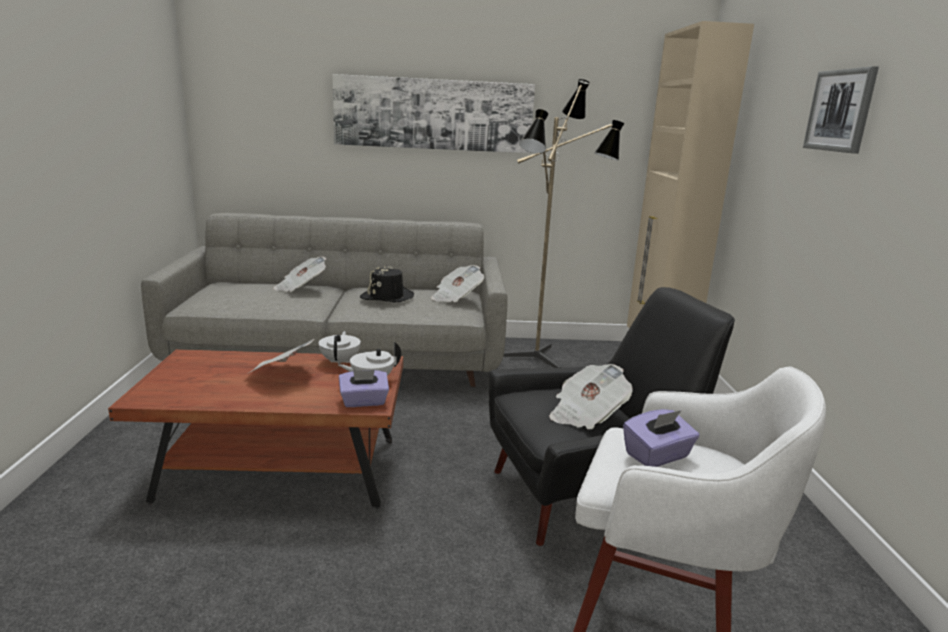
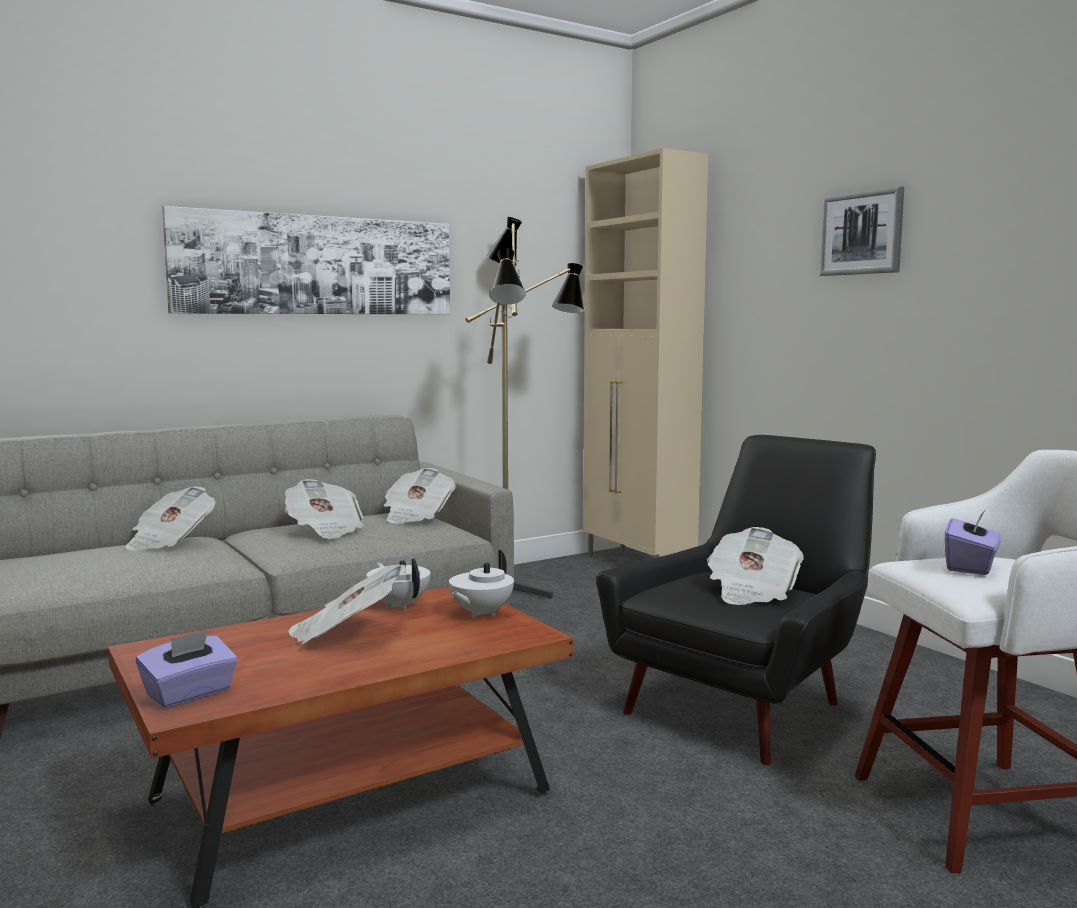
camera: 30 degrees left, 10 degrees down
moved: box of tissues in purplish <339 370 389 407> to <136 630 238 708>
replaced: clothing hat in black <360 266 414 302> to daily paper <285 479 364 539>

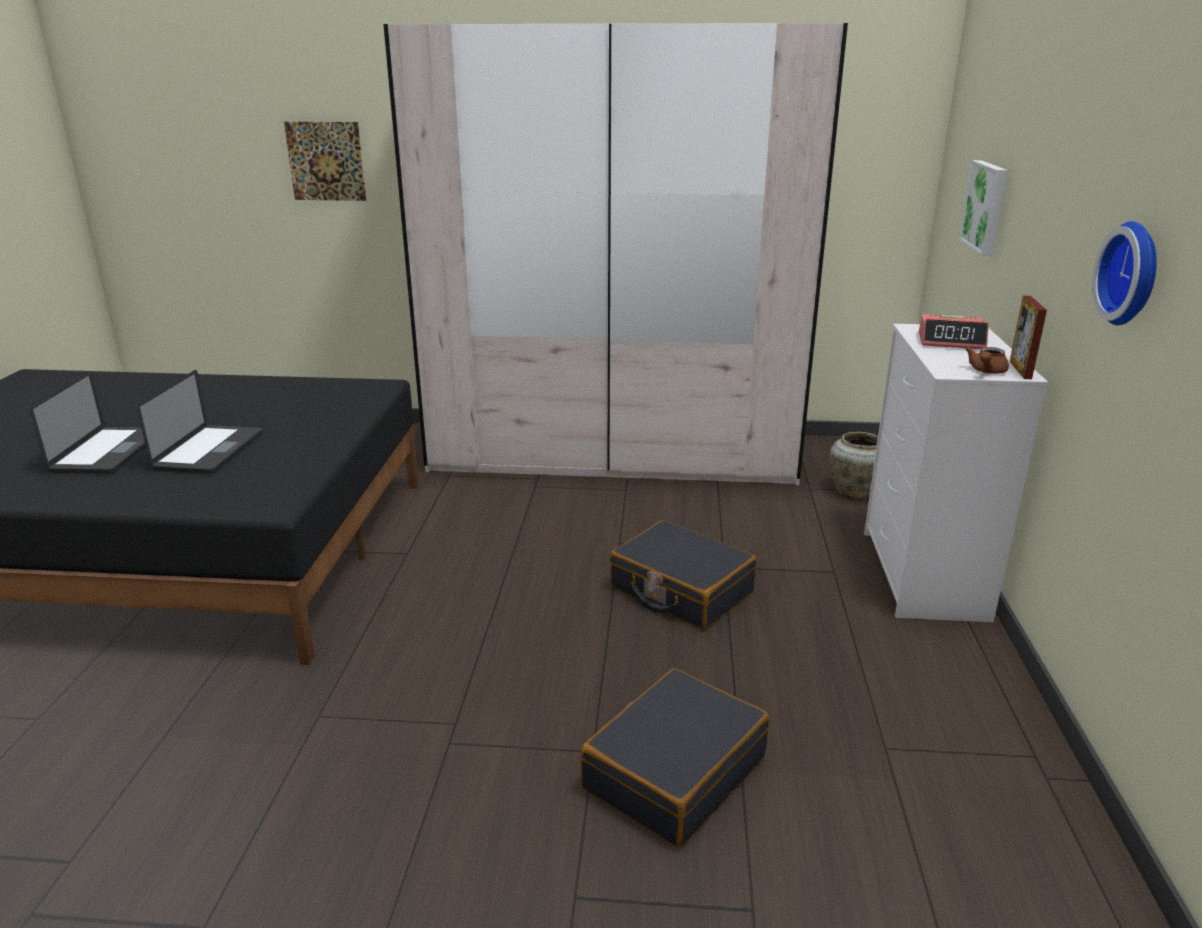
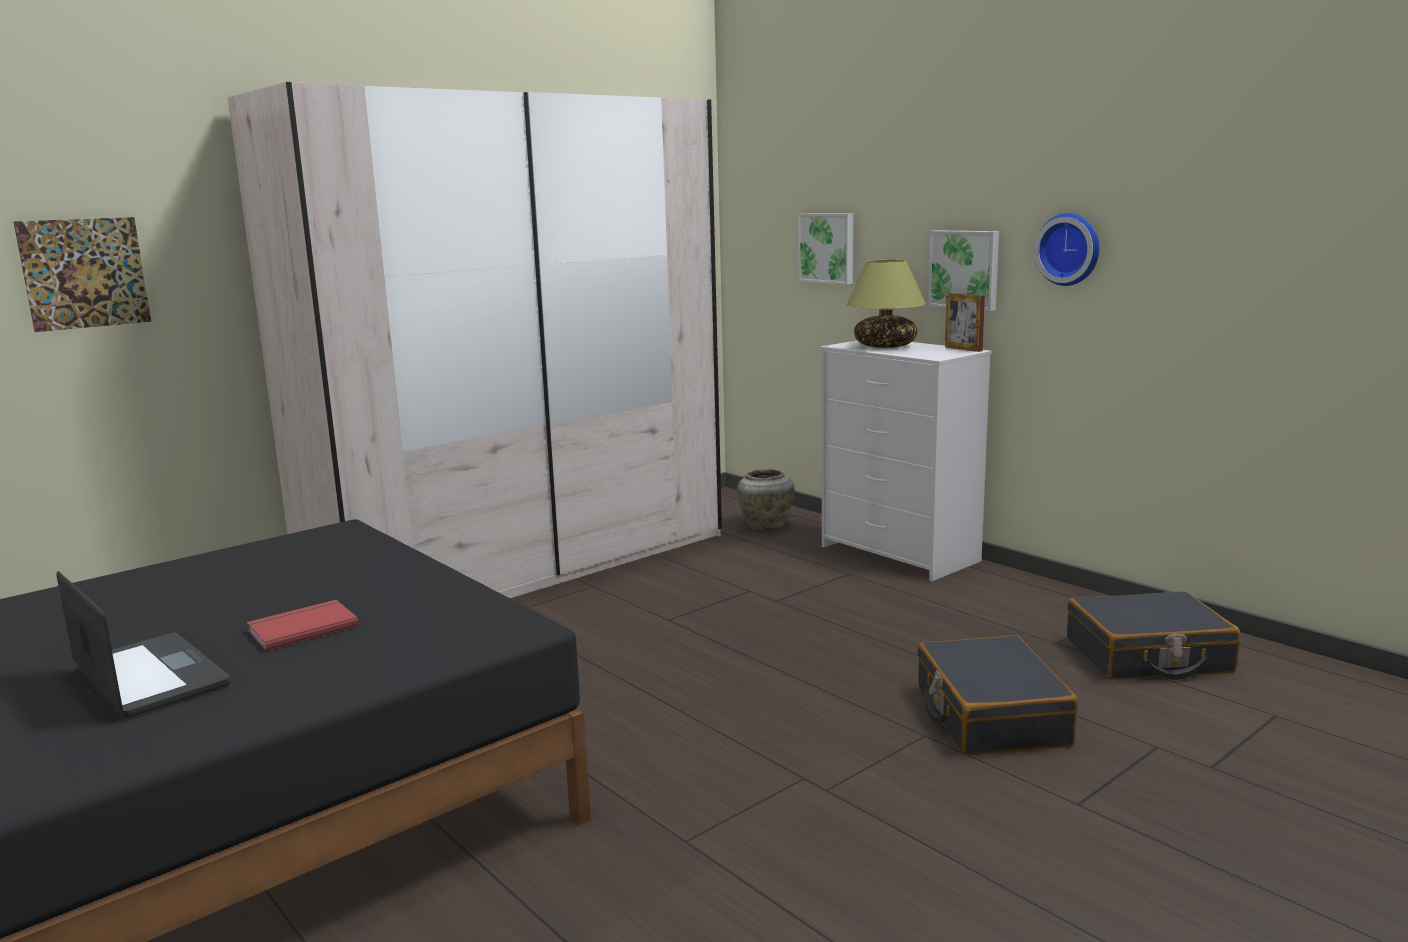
camera: 45 degrees left, 10 degrees down
removed: teapot in brown <965 347 1009 374>
added: picture <928 231 999 311>
moved: suitcase in black <609 520 757 630> to <1067 591 1240 680>
replaced: notebook computer <137 370 262 474> to volume in red-coloured <247 600 359 651>; bedside clock <919 314 989 349> to lamp for a table <847 260 926 348>

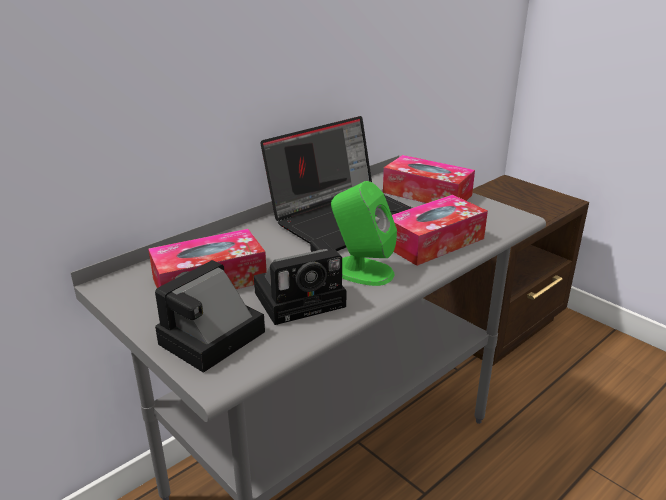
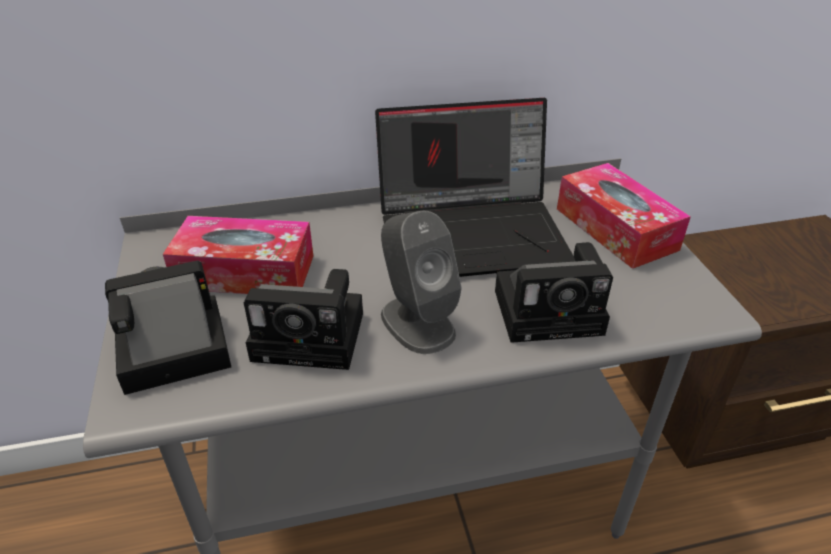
camera: 30 degrees right, 10 degrees up
replaced: box of tissues <392 195 488 266> to photo camera <495 242 613 343>
recoloured: loudspeaker in green-coloured <331 181 397 286> to loudspeaker in grey <381 211 462 354>

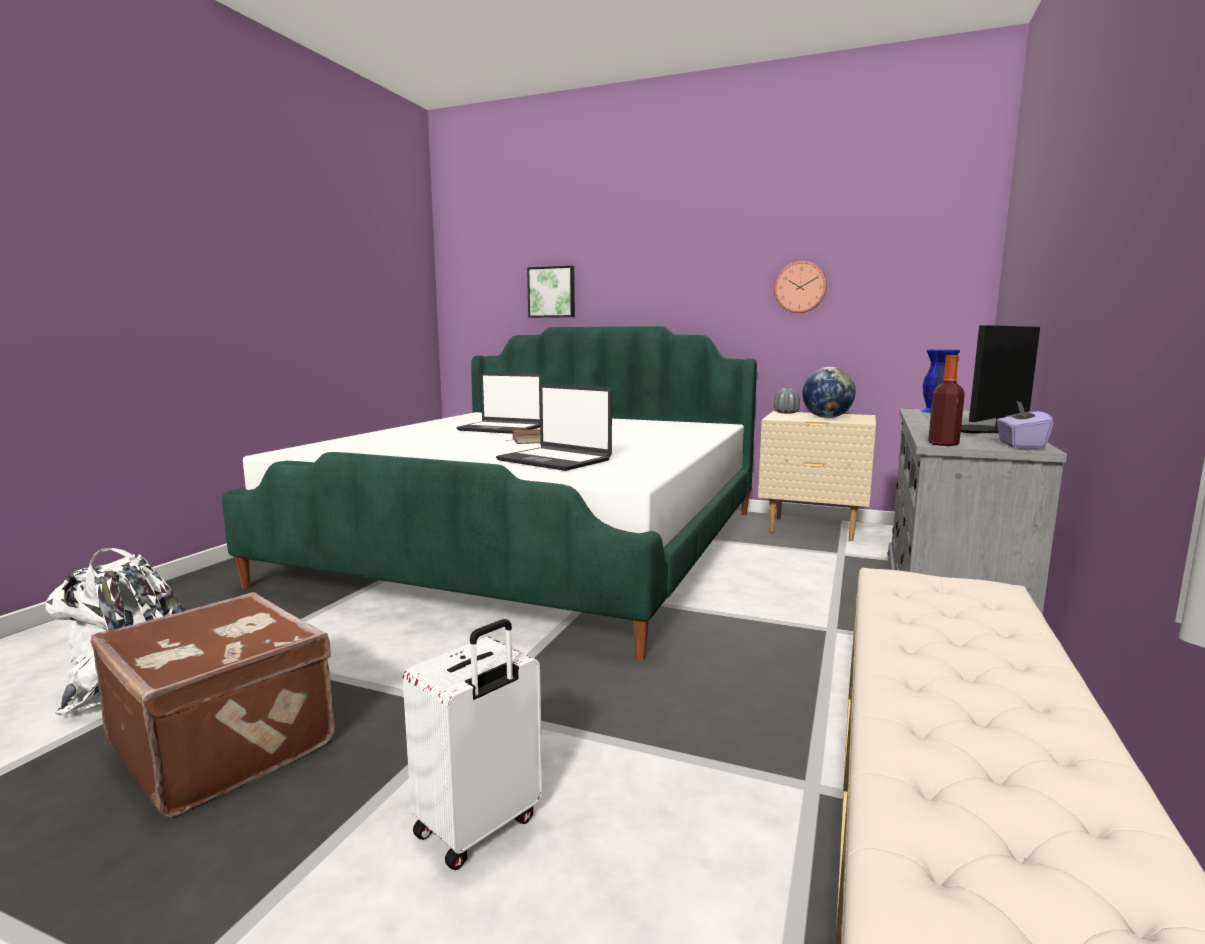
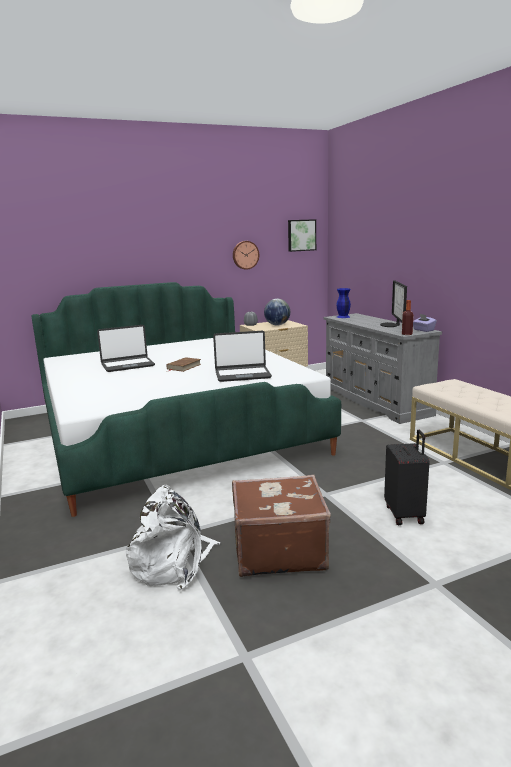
camera: 45 degrees left, 5 degrees up
moved: picture <527 266 575 318> to <288 219 316 252>
recoloured: suitcase in white-coloured <403 619 543 870> to suitcase in black <384 430 429 525>

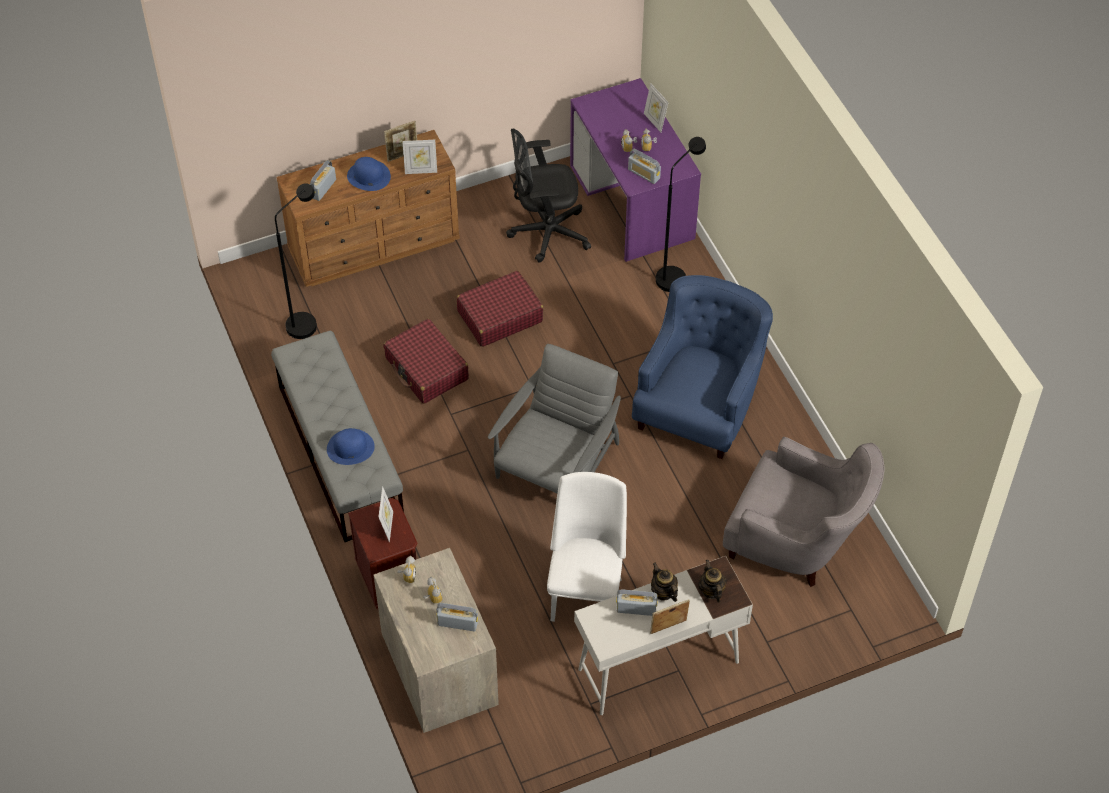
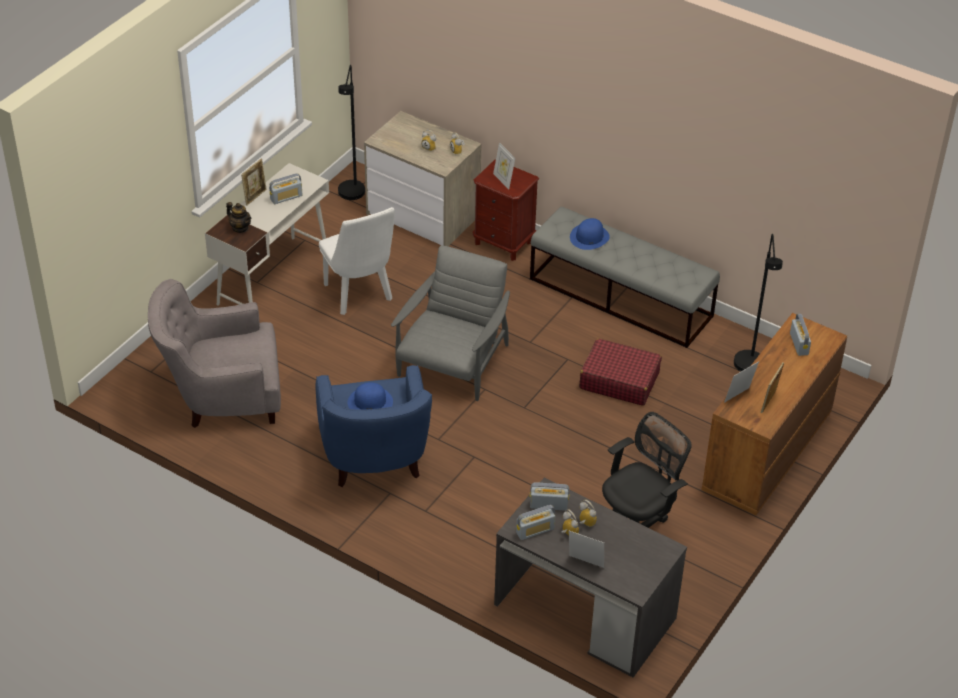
camera: 145 degrees right, 10 degrees down
removed: suitcase in red-coloured <457 271 543 347>; teapot <651 563 678 602>
moved: clothing hat in bluish <347 157 391 191> to <347 382 393 410>; radio <436 603 478 631> to <516 505 555 540>; standard lamp in black <656 137 706 292> to <338 65 365 200>
recoloured: desk unit in purplish <570 78 701 262> to desk unit in grey <494 478 687 677>
turned: lounge chair in grey <488 344 621 493> = <391 245 510 401> 150 degrees counterclockwise

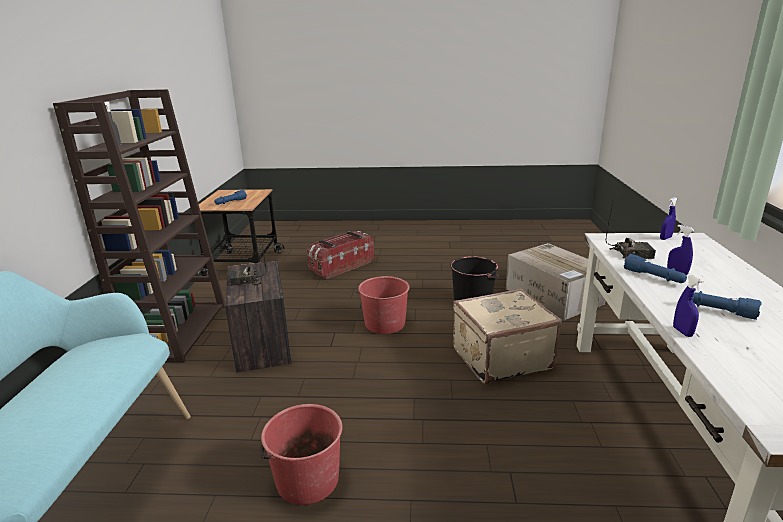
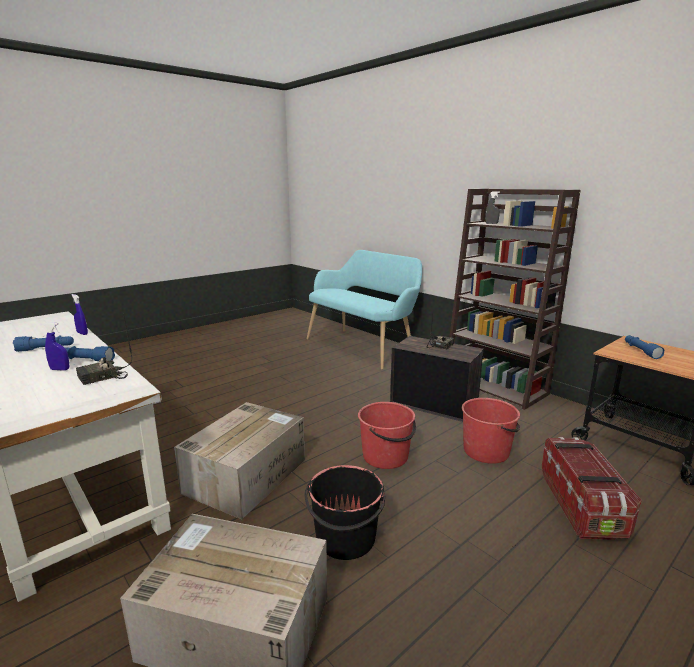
camera: 135 degrees right, 5 degrees down
removed: hand sprayer in bluish <660 197 677 240>
moved: bucket in red-coloured <259 404 343 505> to <462 398 520 464>
replaced: suitcase in beige-coloured <453 288 562 384> to cardboard box <174 402 305 519>

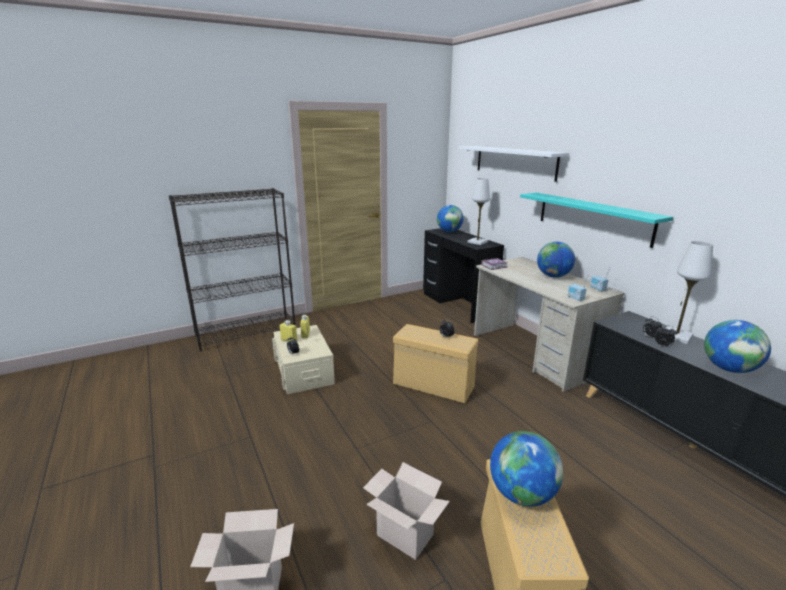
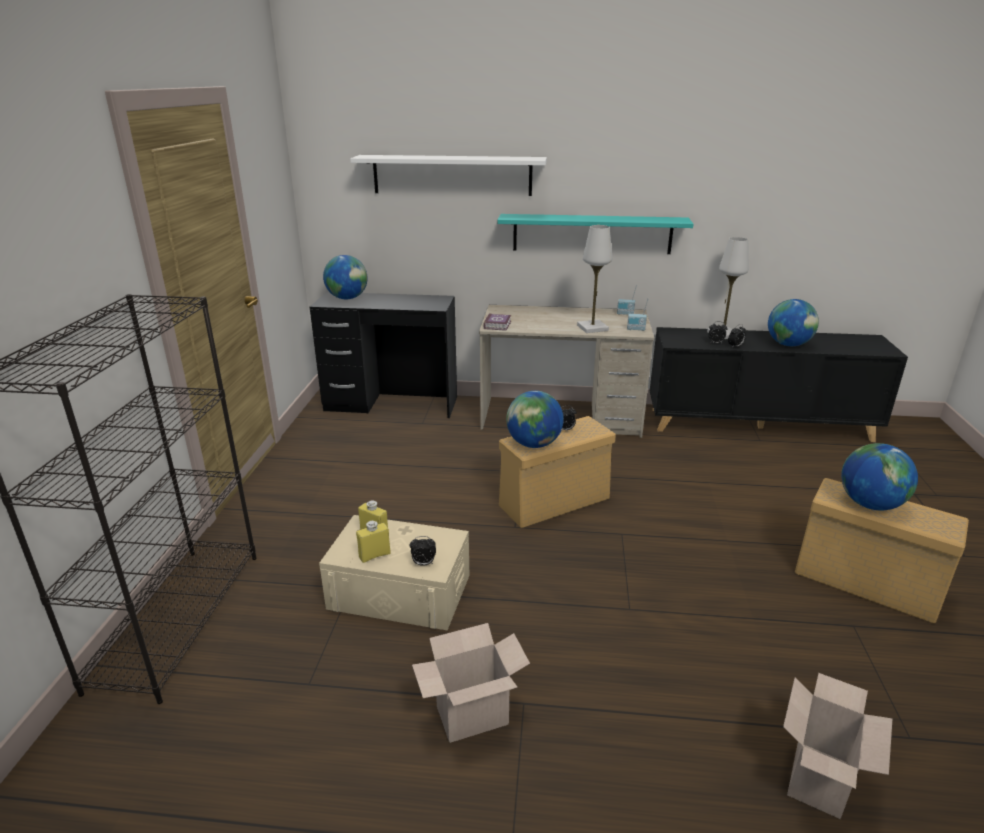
camera: 55 degrees left, 5 degrees up
moved: cardboard box <363 462 450 560> to <412 623 530 743>; lamp for a table in white-coloured <468 178 490 245> to <577 225 613 333>; globe <537 242 575 278> to <506 391 564 448>

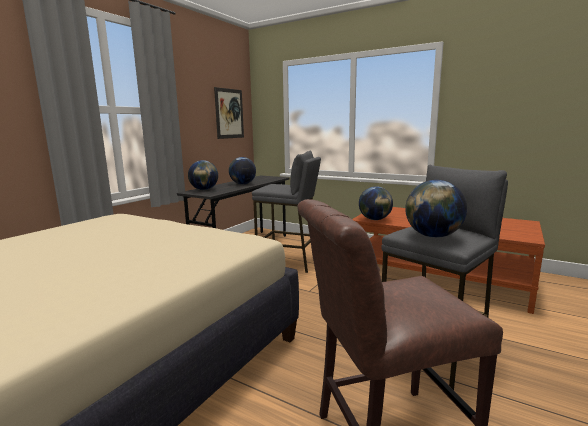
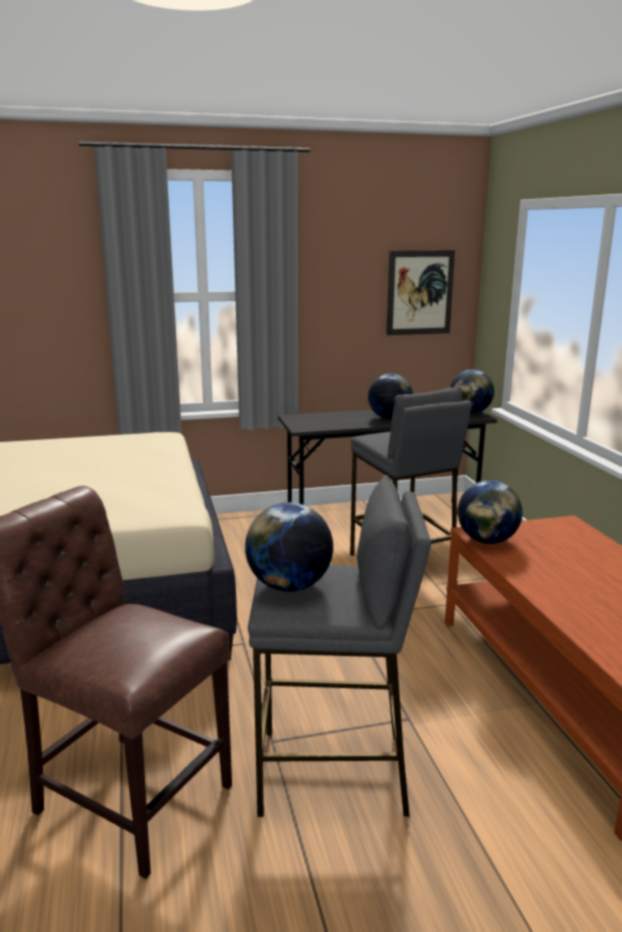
camera: 45 degrees right, 5 degrees up
moved: globe <188 160 218 190> to <450 370 494 414>

